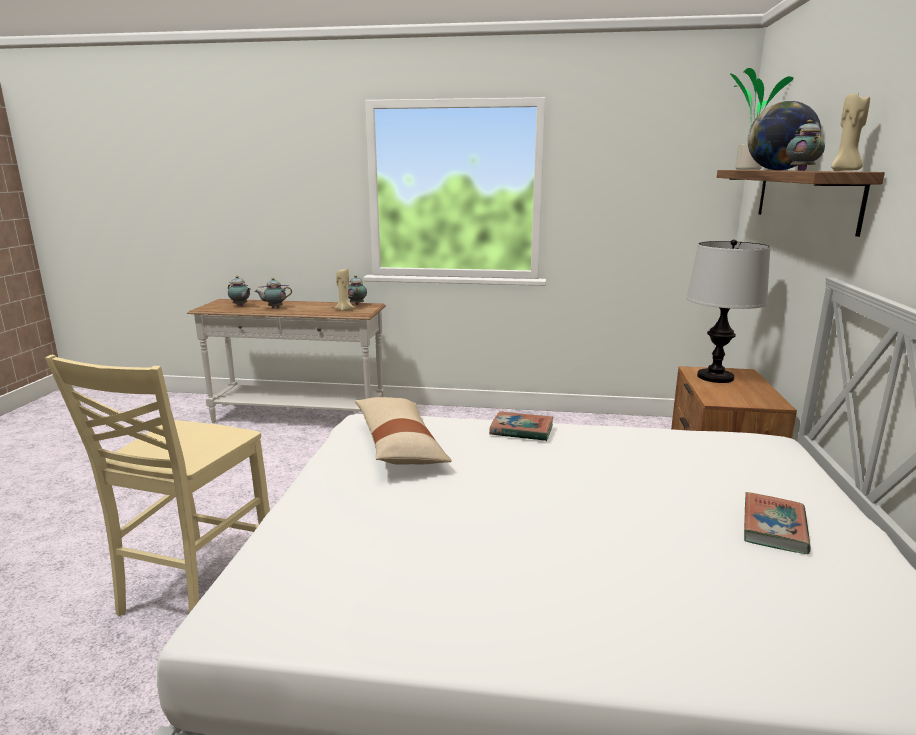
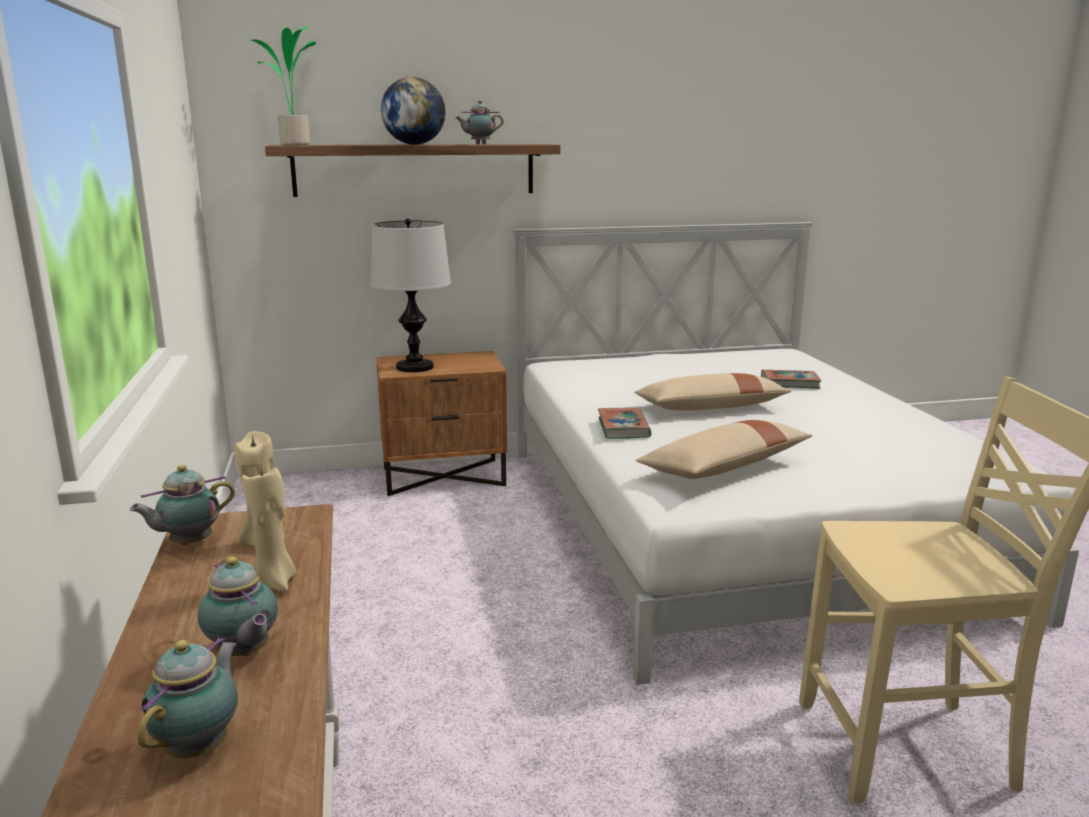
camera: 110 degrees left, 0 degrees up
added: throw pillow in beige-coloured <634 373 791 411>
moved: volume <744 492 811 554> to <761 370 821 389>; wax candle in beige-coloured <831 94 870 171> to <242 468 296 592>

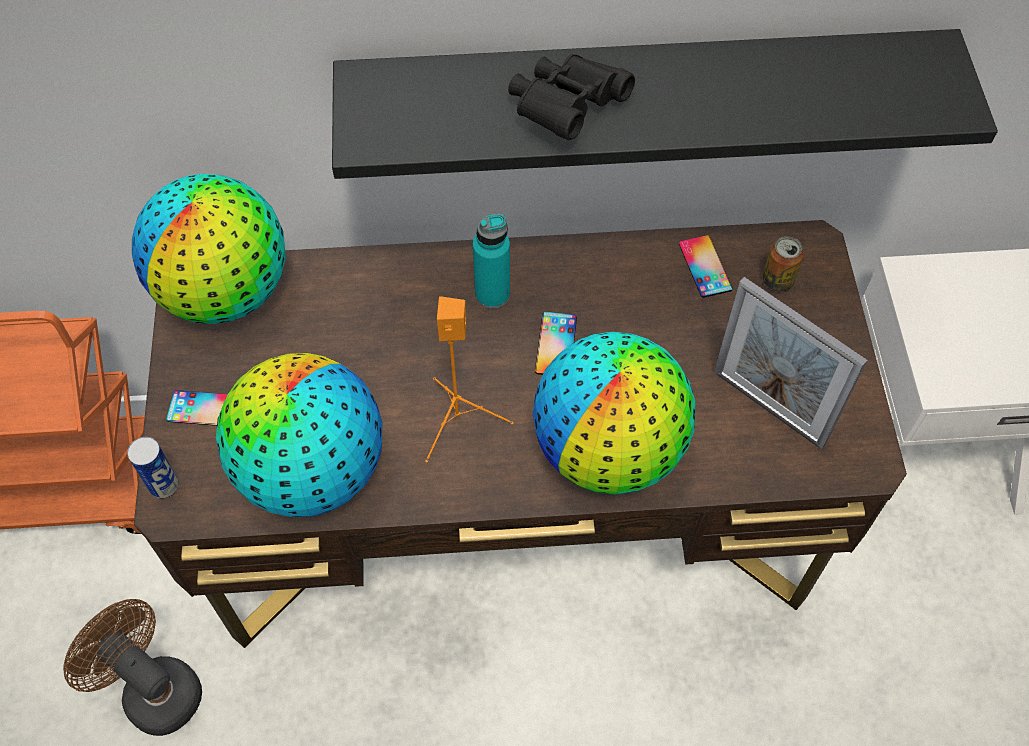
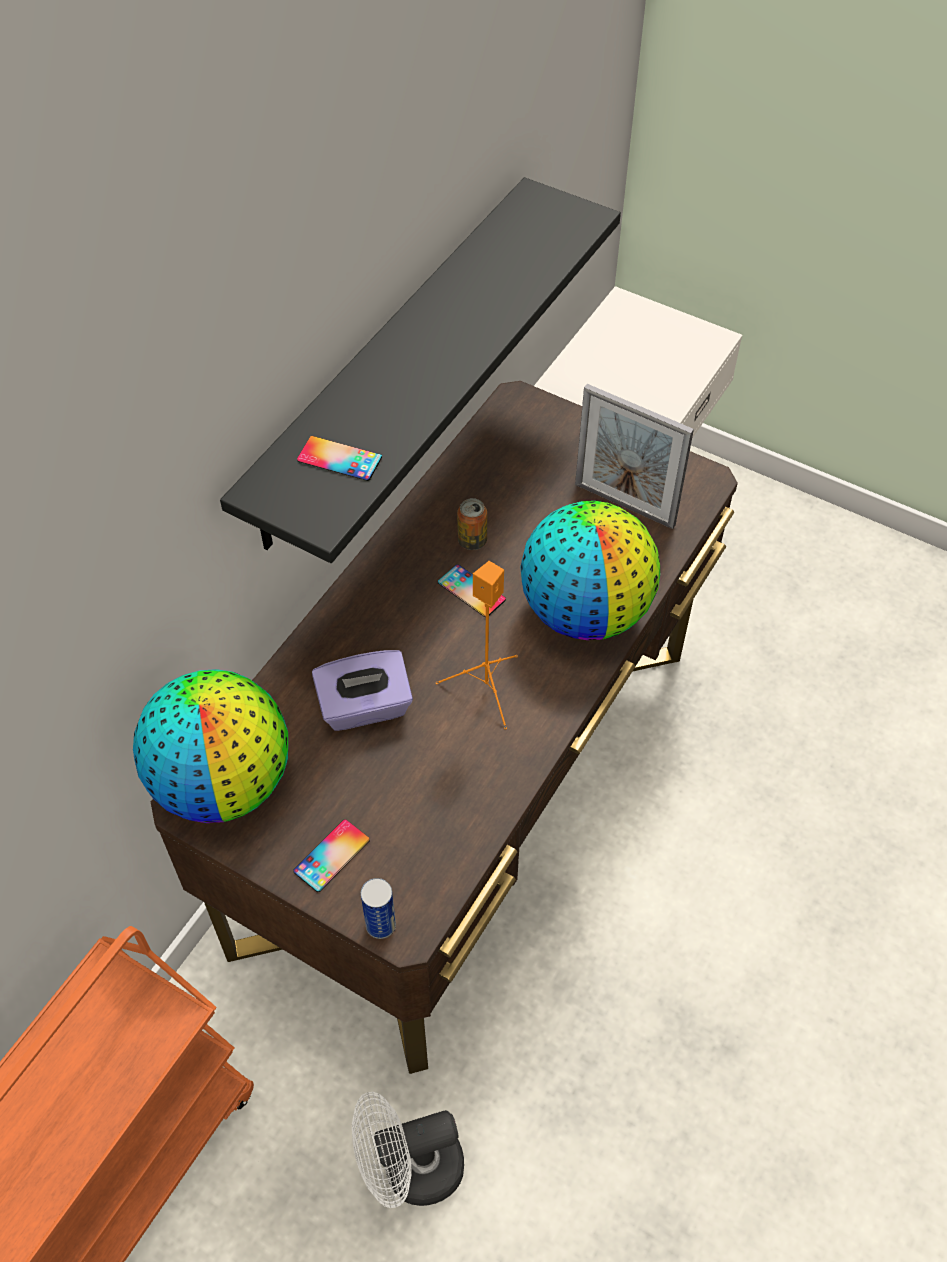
camera: 55 degrees left, 5 degrees down
removed: globe <216 353 382 517>; beverage bottle in turquoise <473 214 510 309>; pair of binoculars in black <508 54 635 140>
added: box of tissues in purplish <312 650 413 731>
moved: phone <679 235 733 298> to <297 436 382 481>; can <763 236 804 292> to <457 498 487 550>
recoloured: electric fan in brown <63 599 202 736> to electric fan in white-coloured <352 1092 464 1208>
turned: photo frame <714 277 868 450> = <575 384 694 529> 45 degrees clockwise

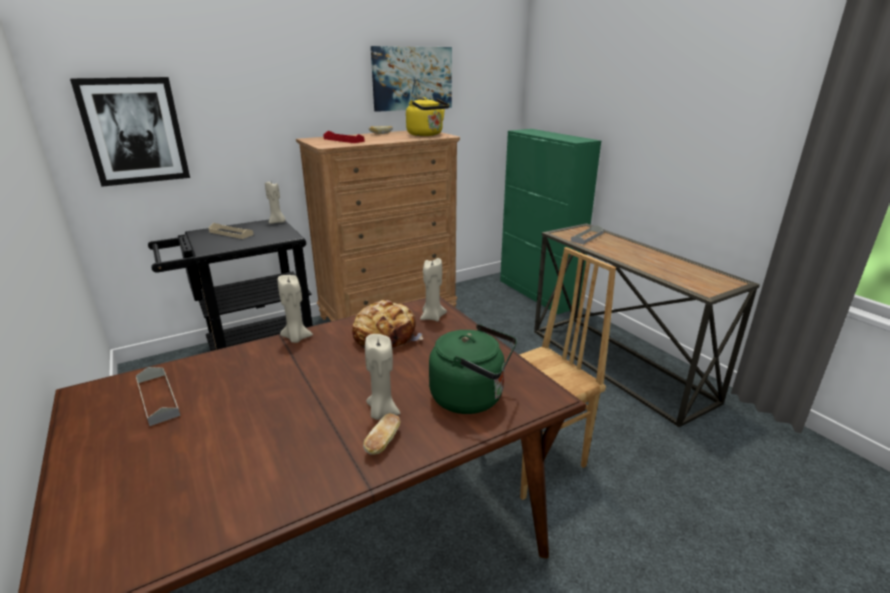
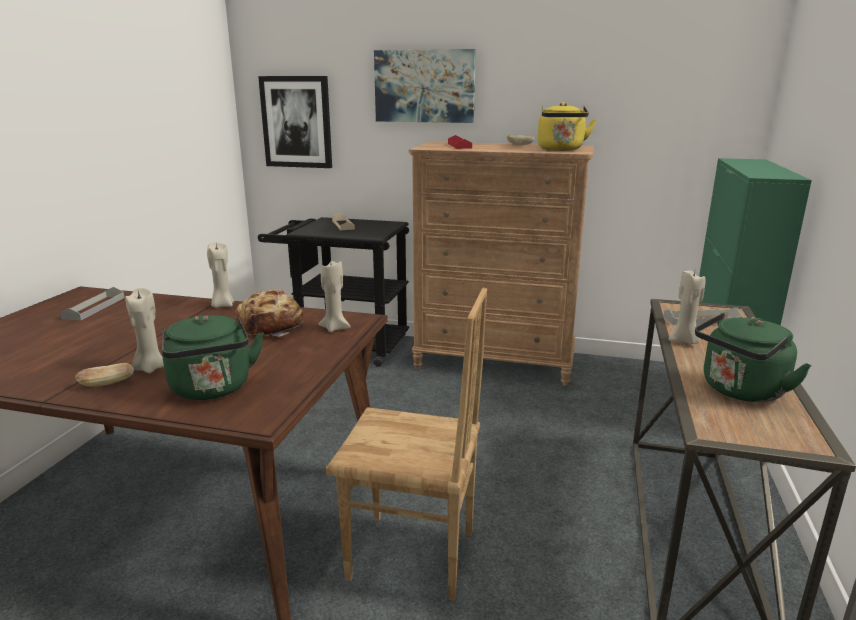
camera: 45 degrees right, 5 degrees down
added: water kettle in green-coloured <695 312 812 402>
moved: wax candle in beige-coloured <265 182 285 224> to <669 271 706 344>; picture <371 46 452 112> to <374 49 476 123>

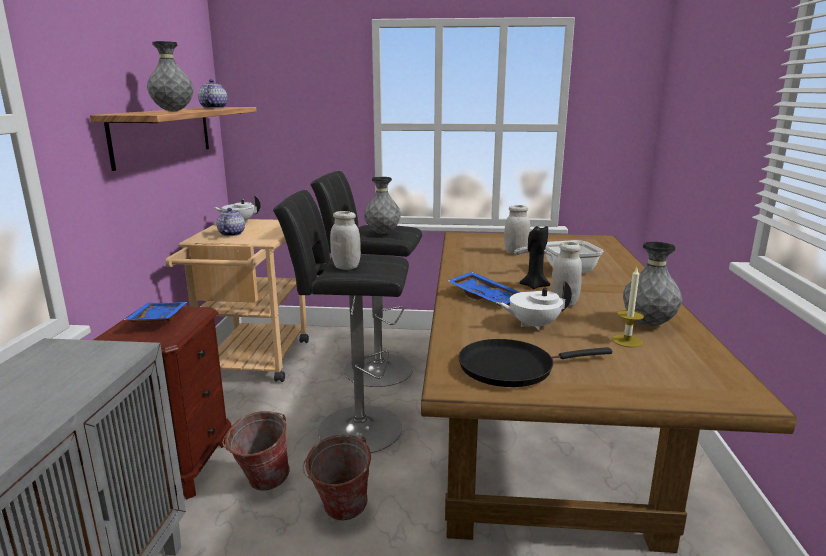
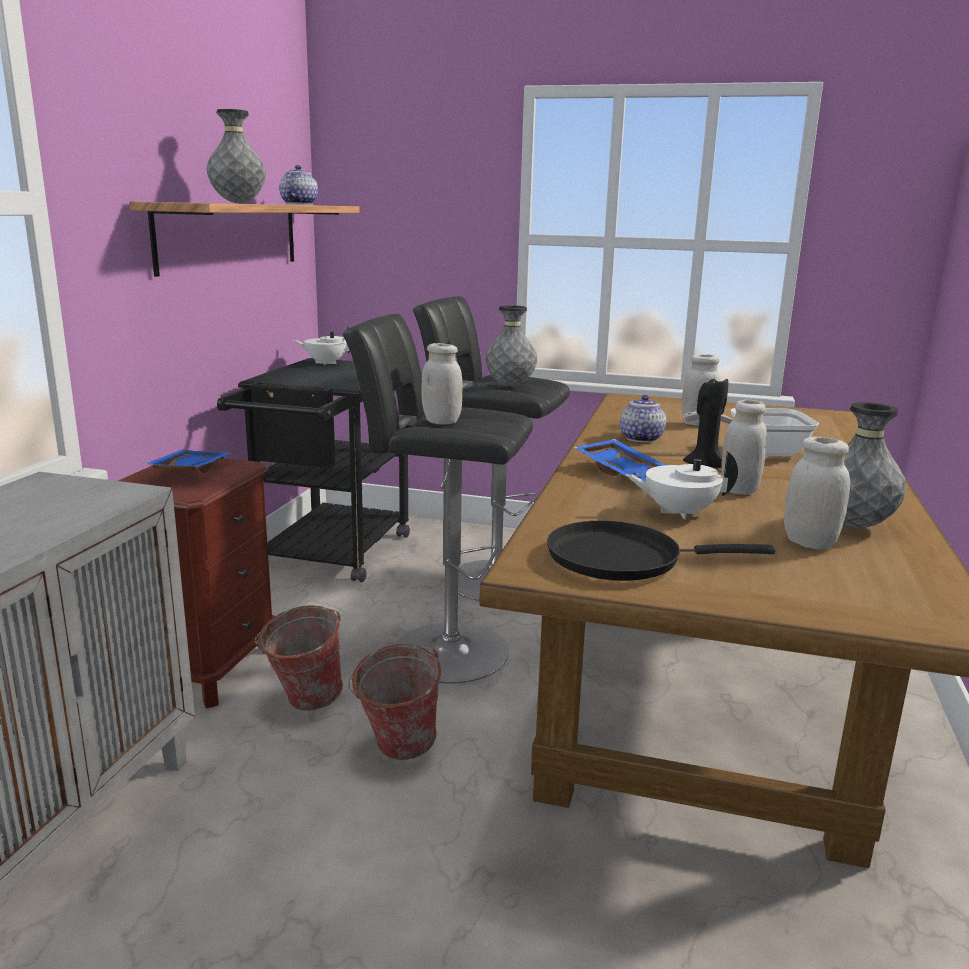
camera: 10 degrees right, 0 degrees up
moved: teapot <216 208 245 236> to <620 395 666 442>
replaced: wax candle <612 268 644 348> to jar in white-coloured <784 437 850 550>
recoloured: cart in beige-coloured <166 219 309 382> to cart in black <217 358 410 582>

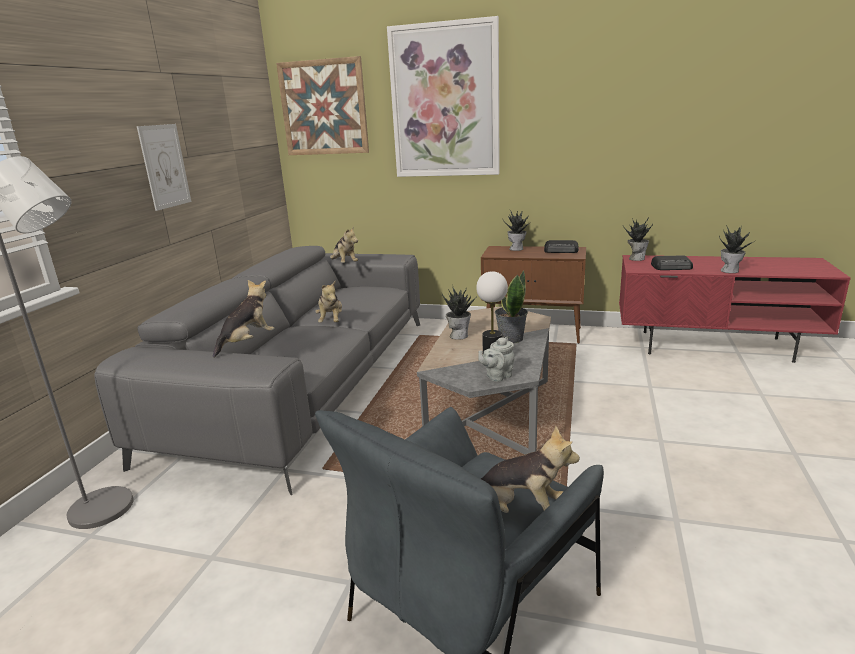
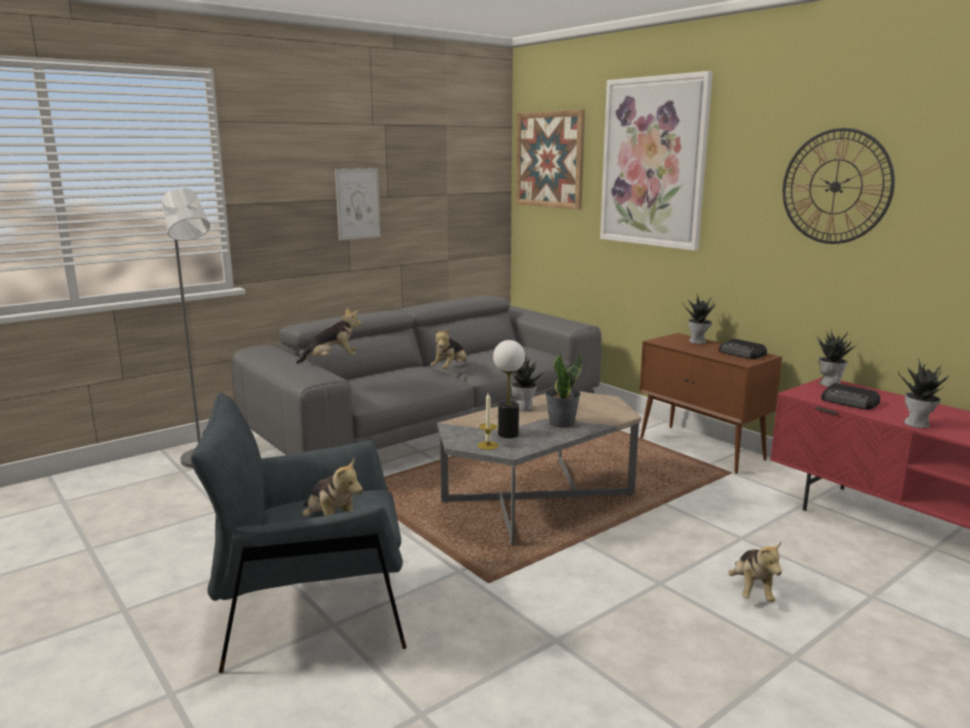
camera: 35 degrees right, 5 degrees down
added: clock on the wall <783 128 895 244>
moved: soft toy <330 226 358 263> to <728 542 782 602>
replaced: teapot in grey <478 337 514 382> to wax candle <478 393 499 450>

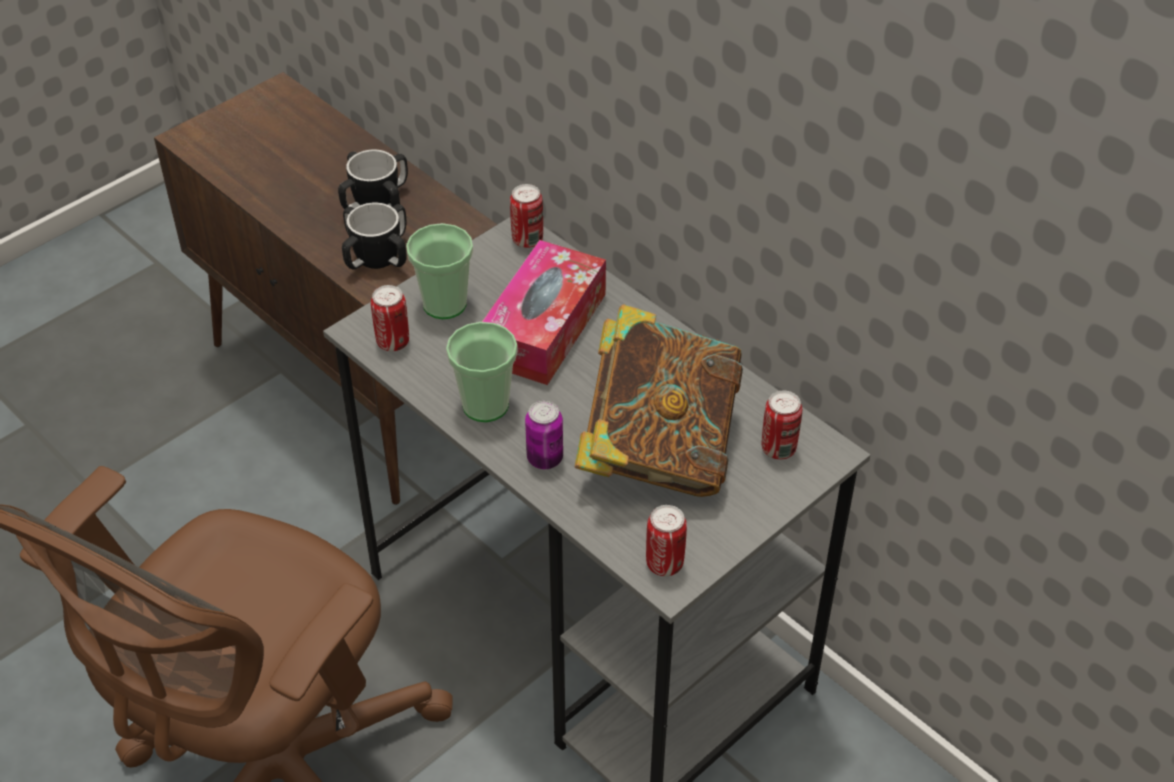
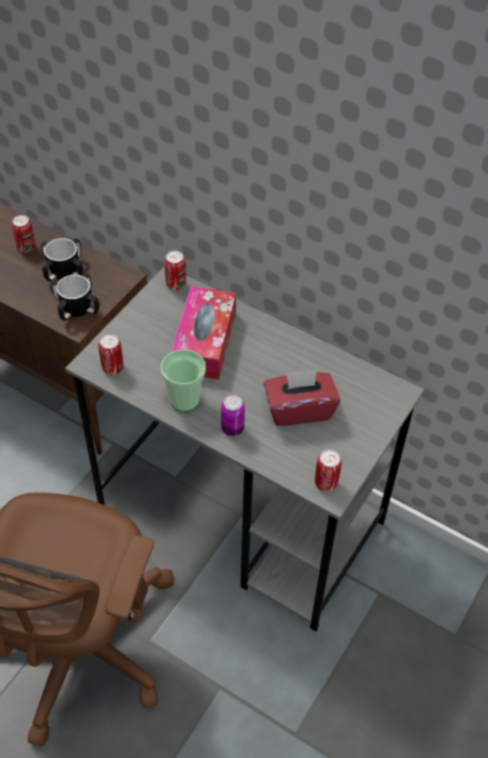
camera: 15 degrees left, 5 degrees up
removed: cup <406 223 473 319>
moved: can <762 391 802 460> to <12 215 35 252>
replaced: volume <574 304 743 497> to box of tissues in red-coloured <264 370 340 426>

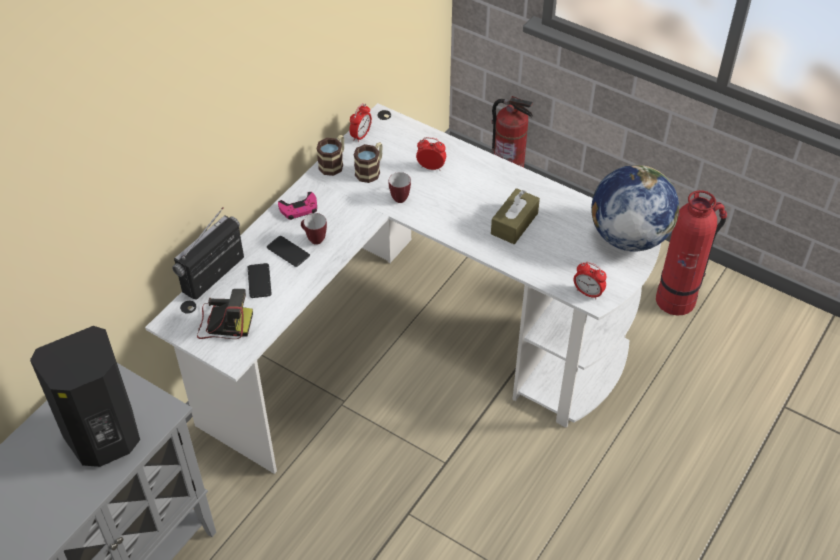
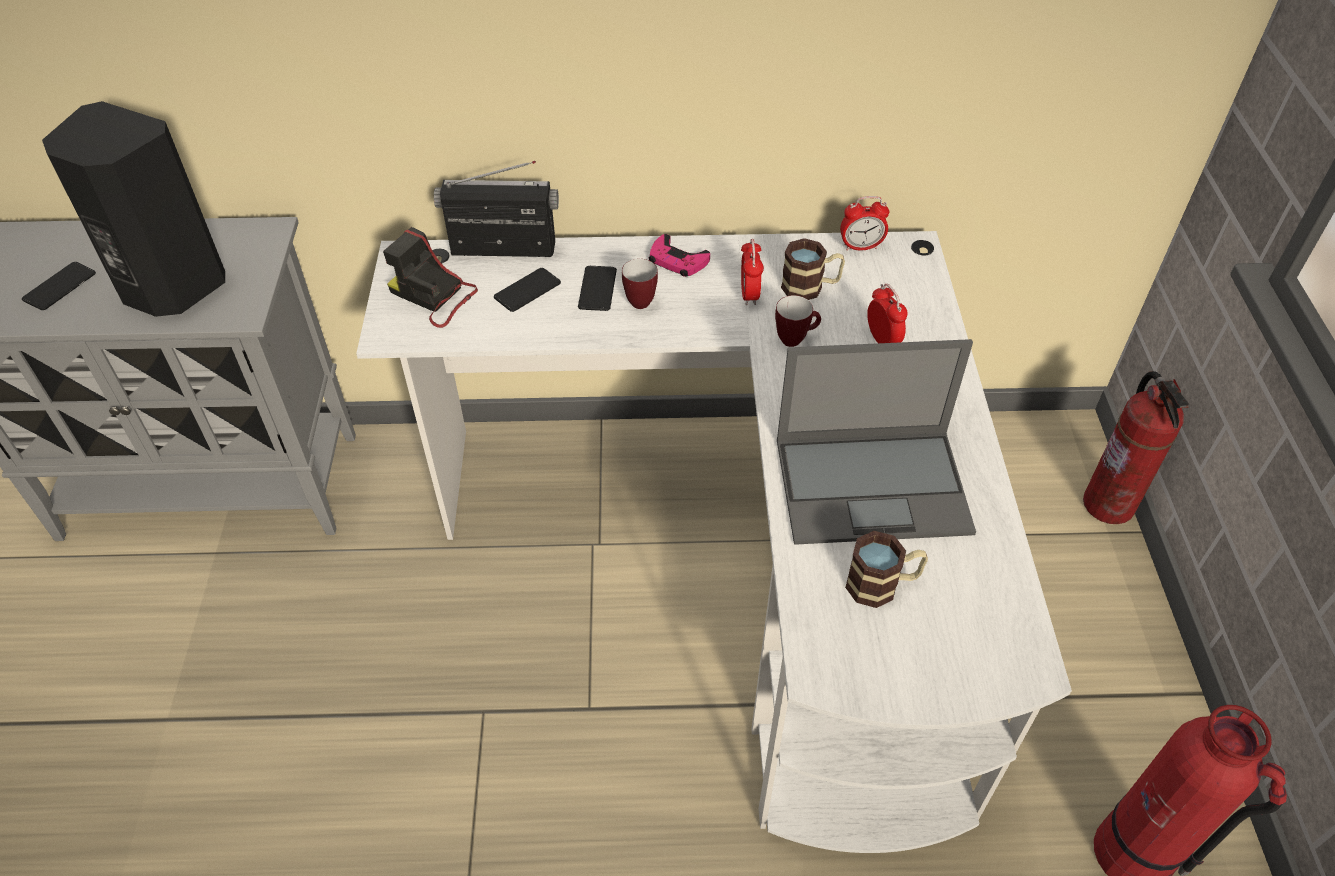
camera: 55 degrees right, 0 degrees up
removed: globe <591 165 679 252>
added: phone <22 262 96 310>
moved: mug <316 135 344 176> to <845 531 928 608>; bedside clock <574 262 607 299> to <741 239 764 305>
replaced: box of tissues in brown <491 188 540 244> to notebook computer <777 339 976 545>
turned: photo camera <197 289 253 339> = <383 227 478 328> 150 degrees clockwise

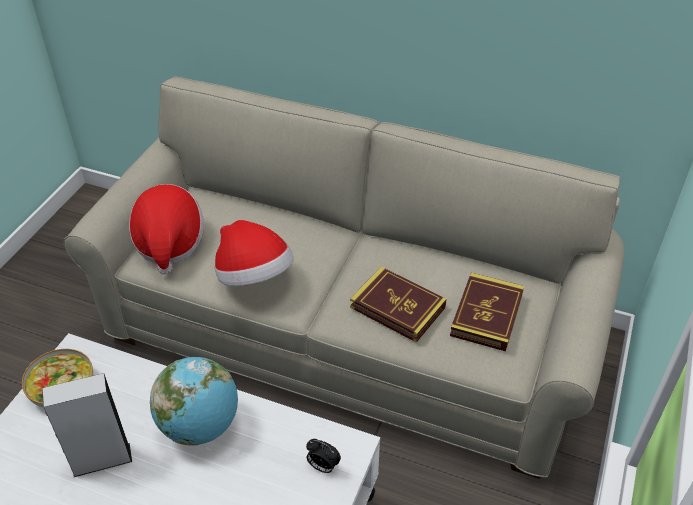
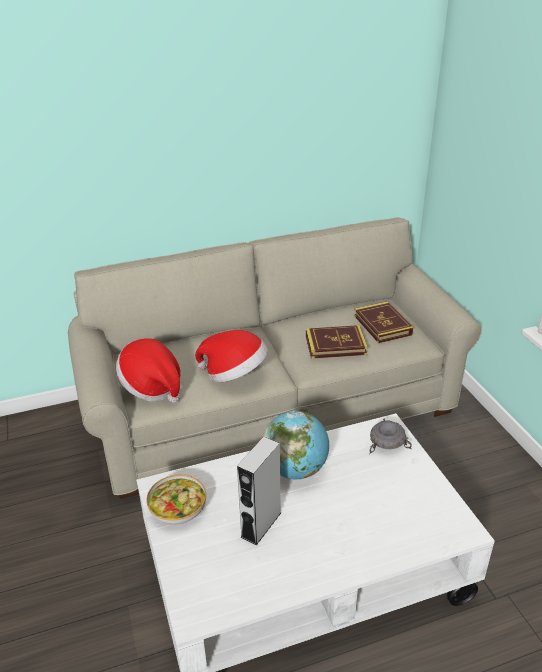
camera: 40 degrees left, 10 degrees down
replaced: bedside clock <306 439 341 473> to deep dish in grey <369 419 412 454>

